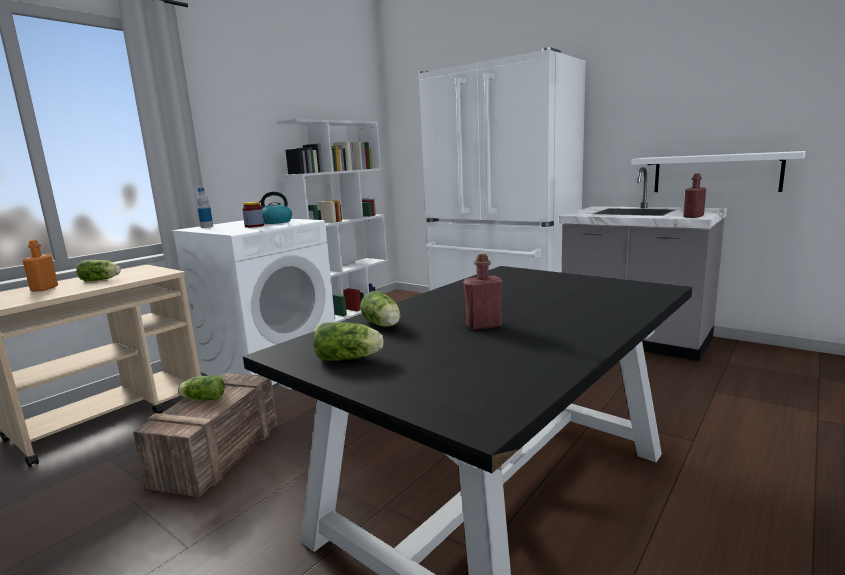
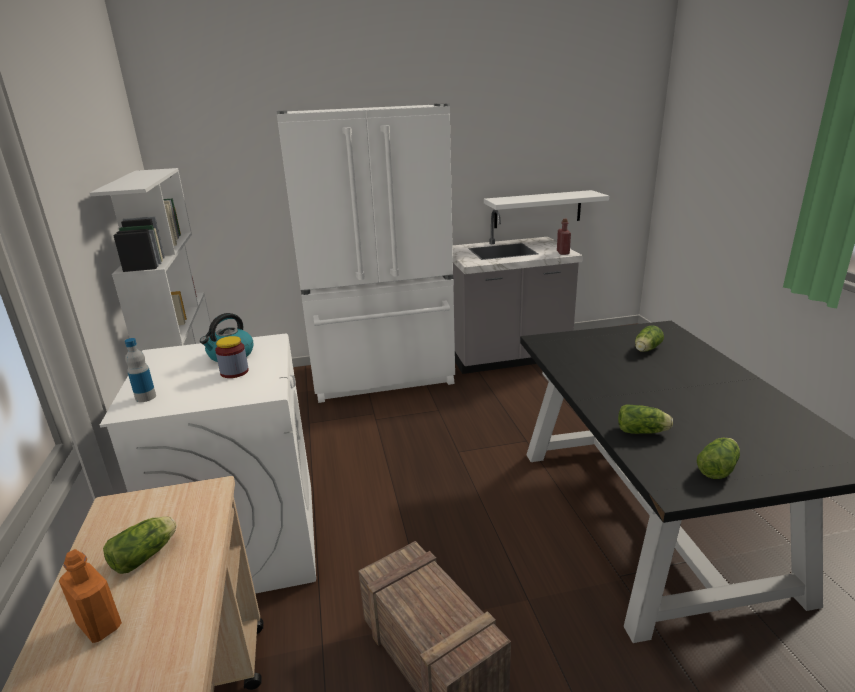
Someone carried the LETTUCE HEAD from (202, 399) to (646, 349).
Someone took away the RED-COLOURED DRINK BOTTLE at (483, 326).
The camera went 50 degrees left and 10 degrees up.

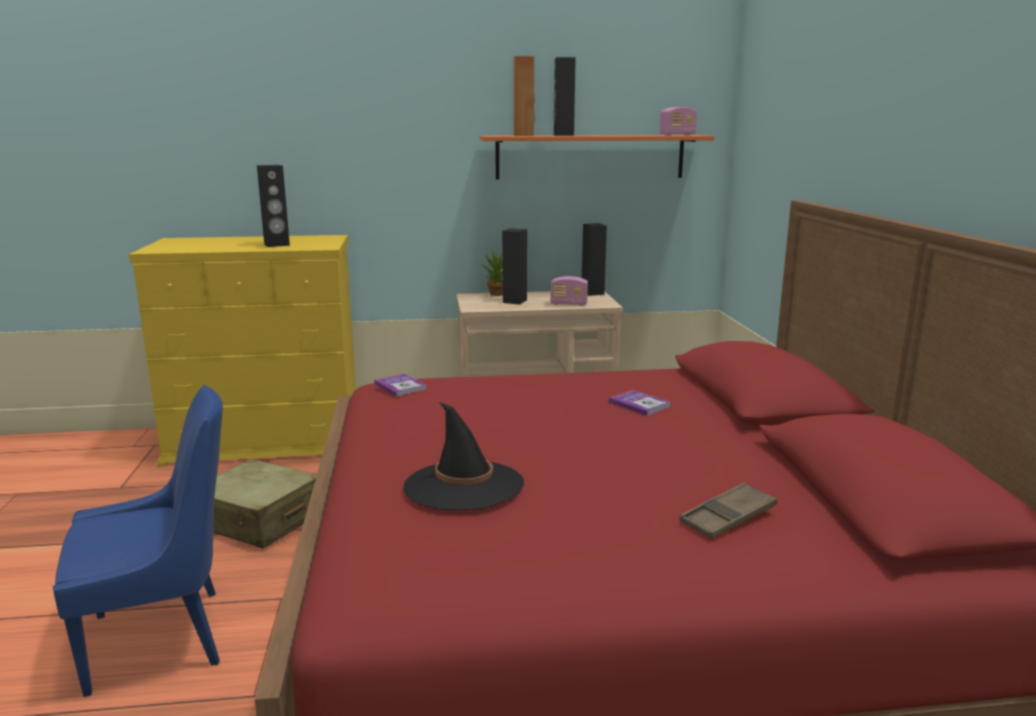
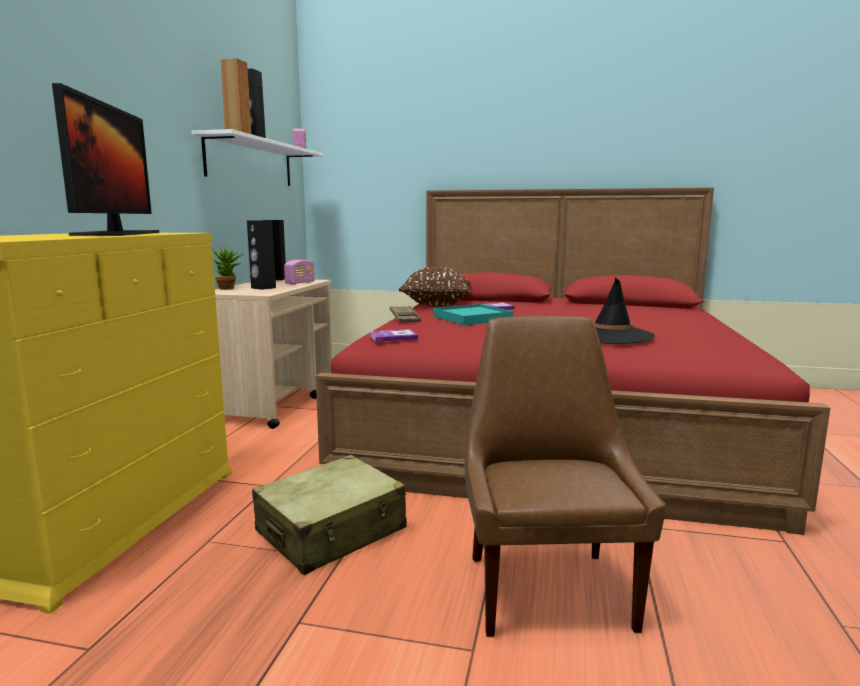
Someone swapped the BLACKISH AUDIO SPEAKER at (277, 245) for the COMPUTER SCREEN at (118, 234).
Someone repainted the ORANGE BRACKET SHELF at (590, 157), which became the WHITE BRACKET SHELF at (251, 163).
Someone carried the BROWN-COLOURED CARRYING TRAY from (728, 517) to (404, 318).
Someone put down the BROWN-COLOURED PILLOW at (436, 305).
Someone put down the TURQUOISE-COLOURED CARRYING TRAY at (472, 318).
Someone repainted the BLUISH PLAIN CHAIR at (163, 638), which became the BROWN-COLOURED PLAIN CHAIR at (546, 587).
The camera went 70 degrees left and 5 degrees down.

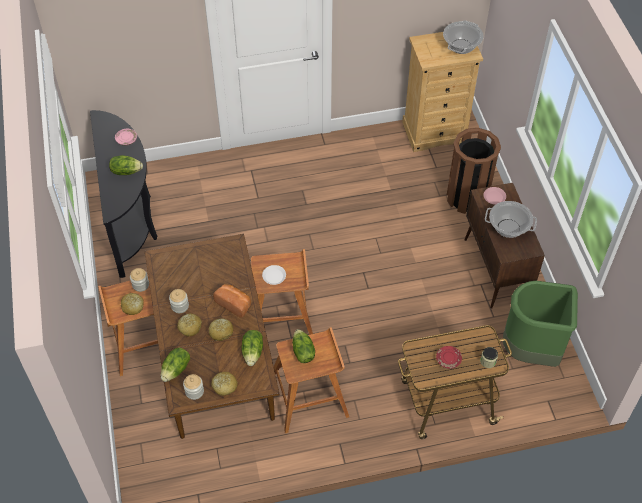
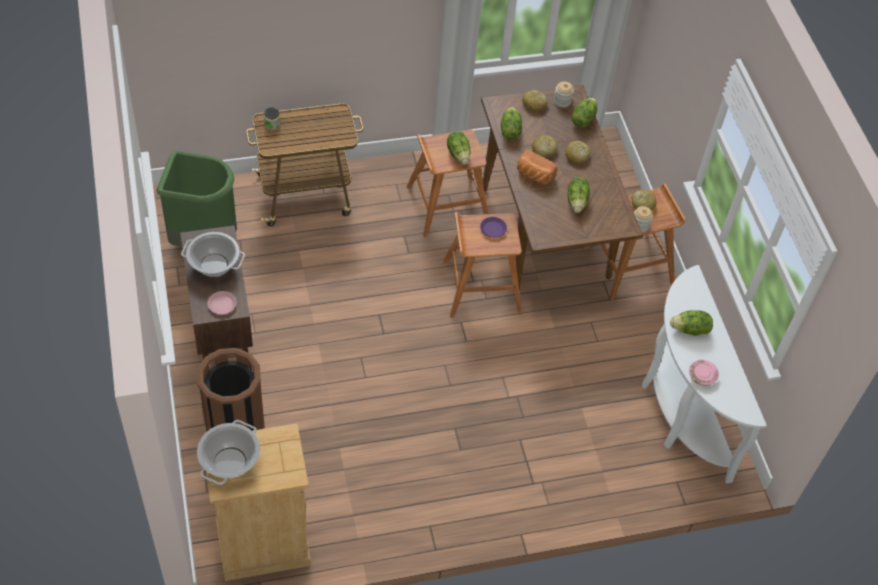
Someone repainted the WHITE PLATE at (274, 276), which became the PURPLE-COLOURED PLATE at (493, 229).
Someone put down the LETTUCE HEAD at (577, 201).
Someone repainted the BLACKISH CONSOLE TABLE at (131, 221), which became the WHITE CONSOLE TABLE at (679, 410).
Someone took away the JAR at (180, 306).
Someone took away the RED-COLOURED PLATE at (448, 360).
The camera went 175 degrees right and 0 degrees up.

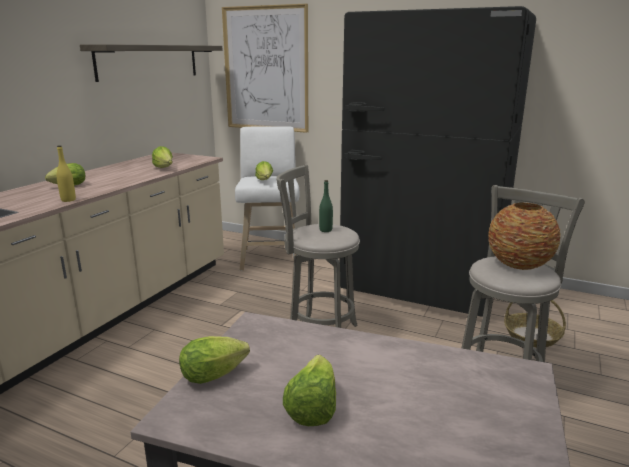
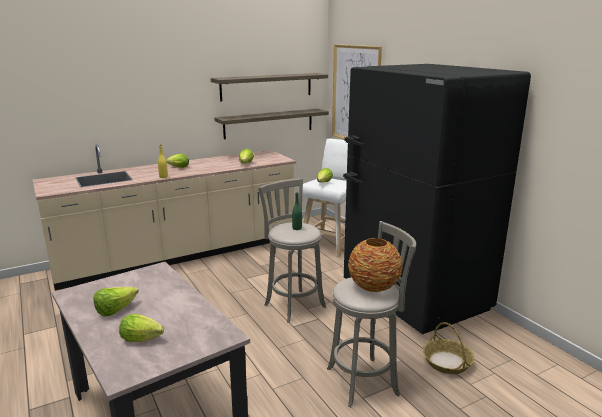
Someone carried the LETTUCE HEAD from (217, 374) to (143, 339).
Someone put up the BRACKET SHELF at (269, 123).
The camera went 35 degrees right and 0 degrees up.

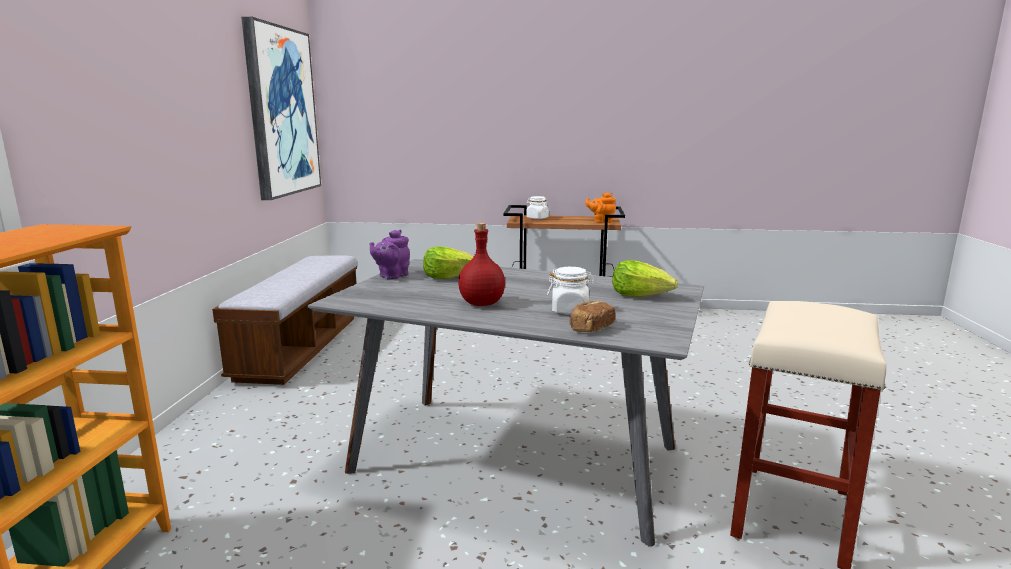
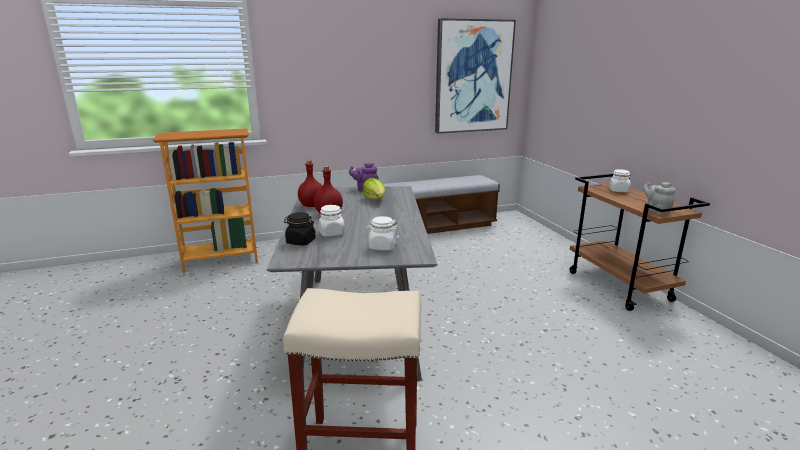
Someone swapped the BAKED BREAD at (590, 328) for the BLACKISH JAR at (300, 241).
Someone put down the RED-COLOURED DRINK BOTTLE at (311, 205).
Someone swapped the LETTUCE HEAD at (640, 296) for the WHITE JAR at (382, 246).
Someone repainted the ORANGE TEAPOT at (601, 221), which became the GRAY TEAPOT at (656, 210).
The camera went 65 degrees right and 5 degrees up.

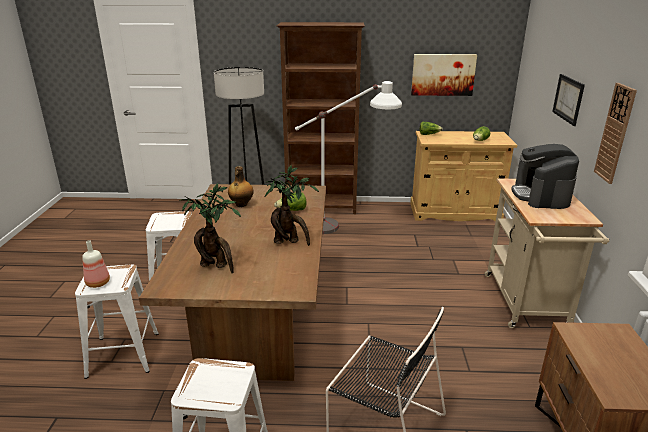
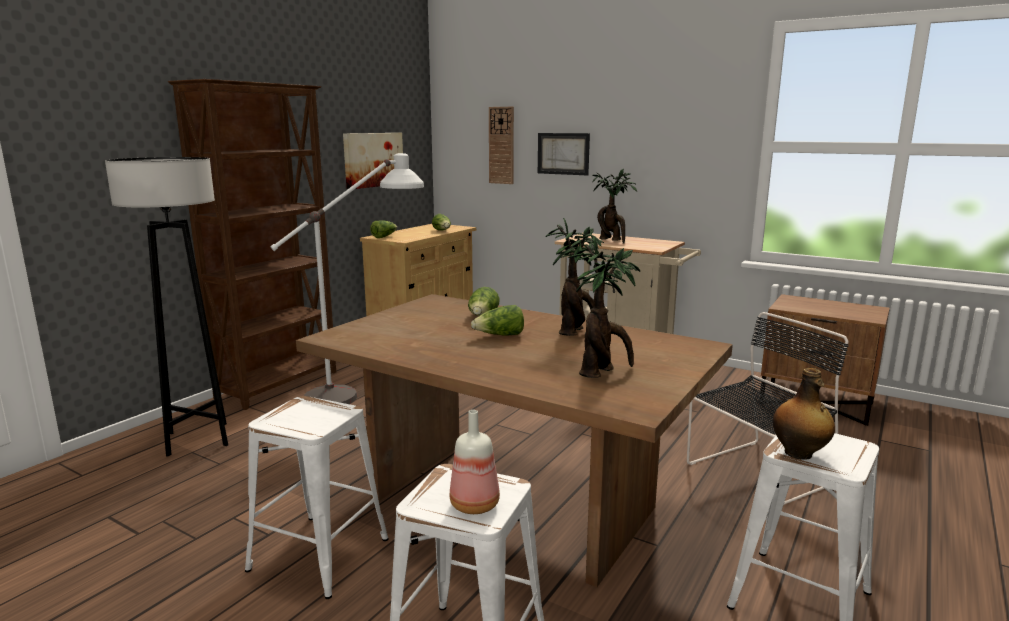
Someone put down the LETTUCE HEAD at (500, 336).
Someone carried the HANGING CLOCK from (615, 133) to (501, 145).
Someone swapped the COFFEE MACHINE at (541, 195) for the POTTED PLANT at (612, 240).
Someone carried the DRINK BOTTLE from (241, 205) to (799, 454).
The camera went 60 degrees left and 10 degrees down.

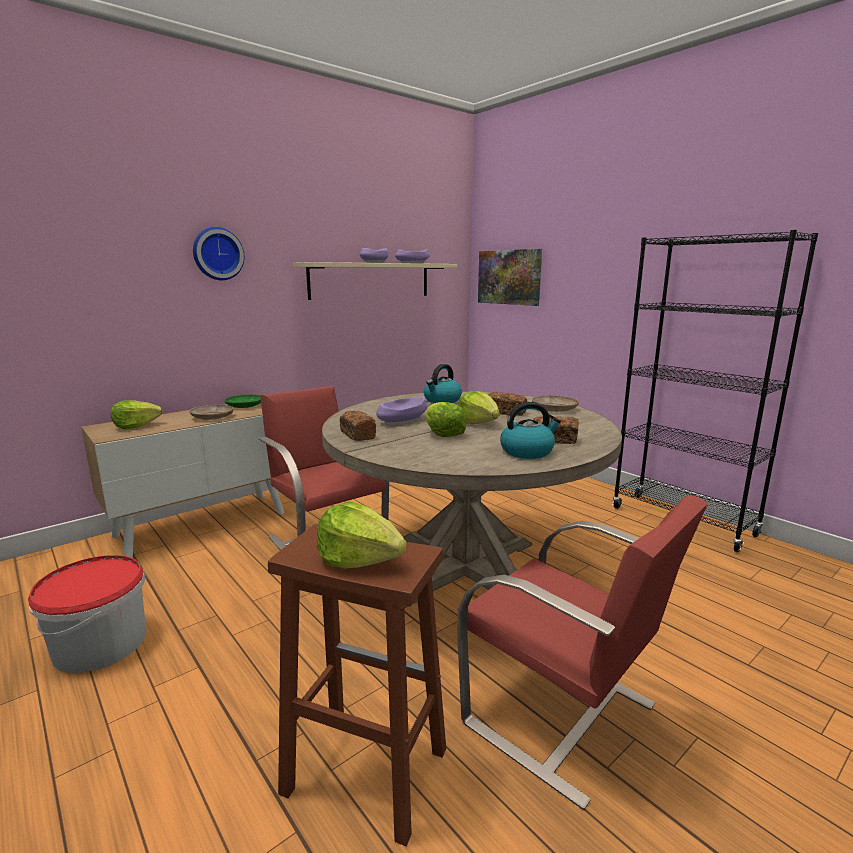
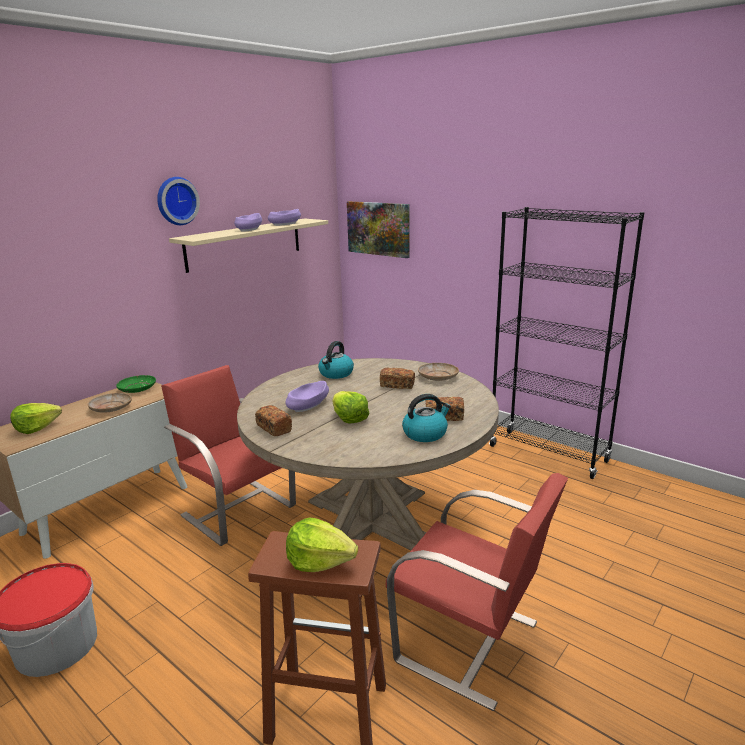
Someone carried the HANGING CLOCK from (217, 254) to (176, 201).
Someone took away the LETTUCE HEAD at (478, 422).
The camera went 10 degrees left and 5 degrees up.

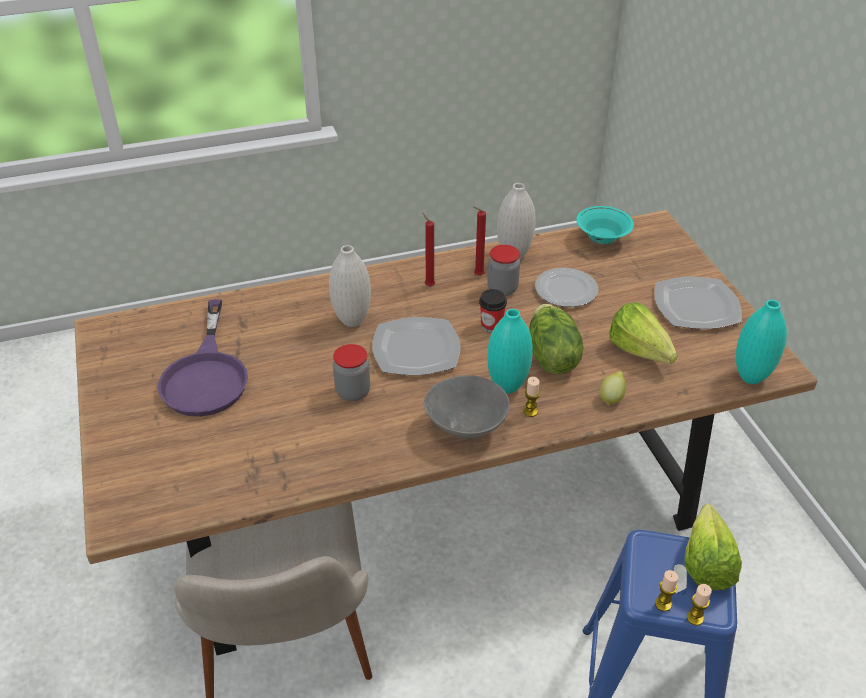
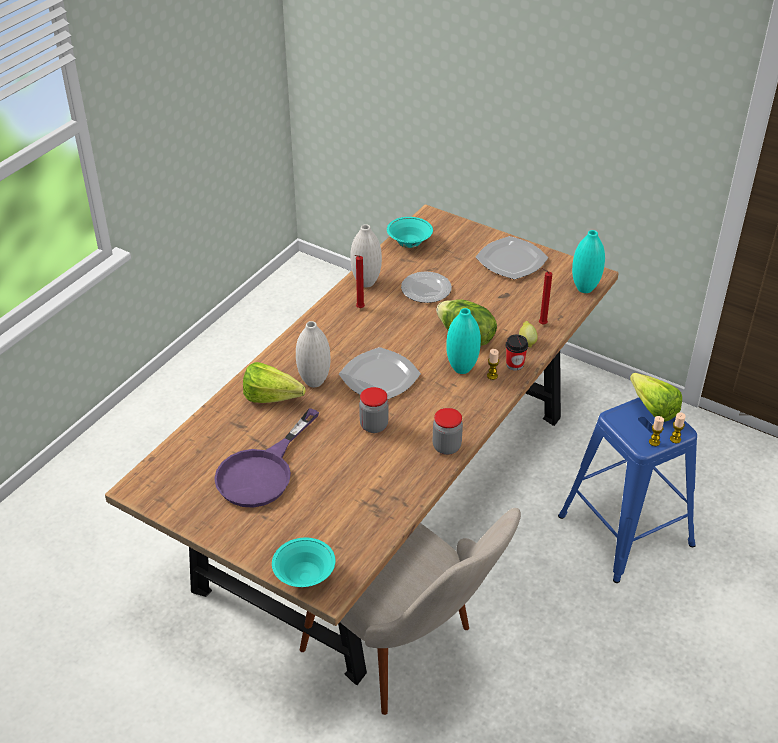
Someone rotated the PURPLE-COLOURED SKILLET at (206, 375) by 75 degrees clockwise.
Someone carried the LETTUCE HEAD from (642, 355) to (276, 399).
Someone put down the TURQUOISE-COLOURED BOWL at (305, 577).
Someone carried the JAR from (502, 289) to (446, 447).
Someone carried the SMALL CUP from (491, 326) to (514, 364).
Someone carried the RED-COLOURED CANDLE from (428, 285) to (541, 324).
Someone took away the GRAY BOWL at (465, 426).
The camera went 40 degrees left and 0 degrees up.

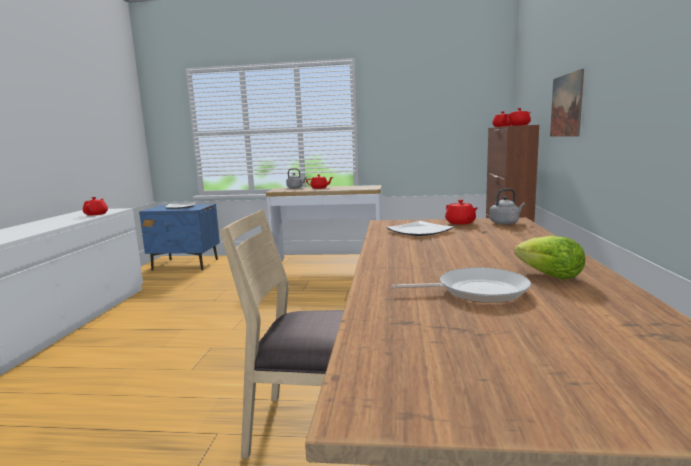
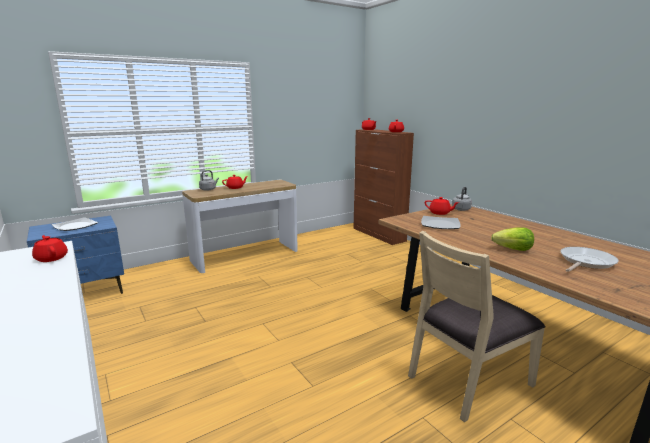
Someone carried the LETTUCE HEAD from (549, 276) to (513, 250).
Someone took away the PICTURE at (566, 105).
The camera went 40 degrees left and 5 degrees up.

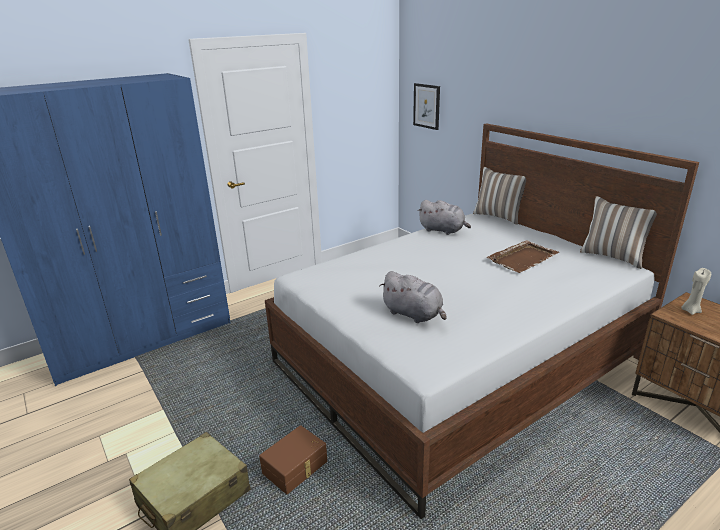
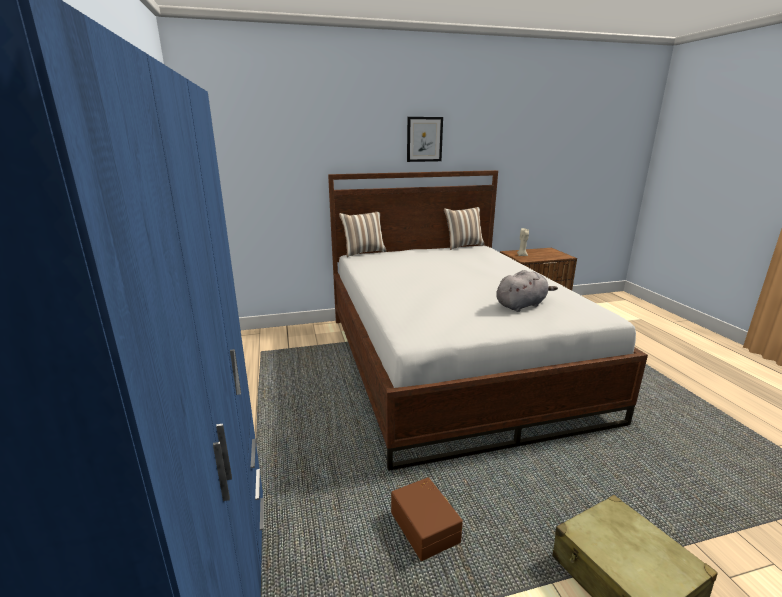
Someone carried the BROWN-COLOURED STORAGE CONTAINER from (296, 468) to (426, 526).
Someone carried the PICTURE from (426, 106) to (424, 139).
Someone took away the GRAY PLUSH TOY at (443, 230).
Someone took away the BROWN-COLOURED CARRYING TRAY at (523, 258).
The camera went 70 degrees left and 5 degrees down.

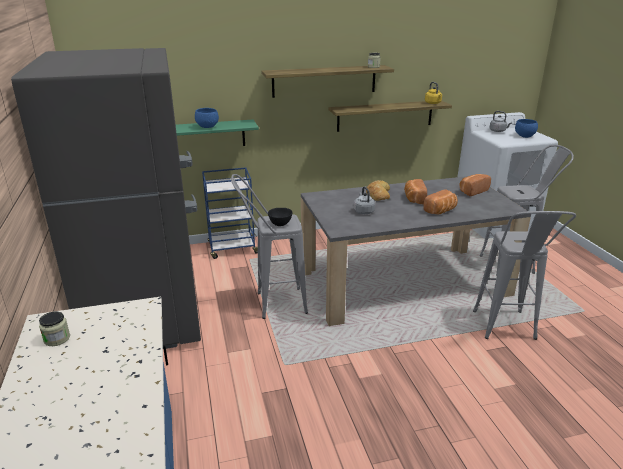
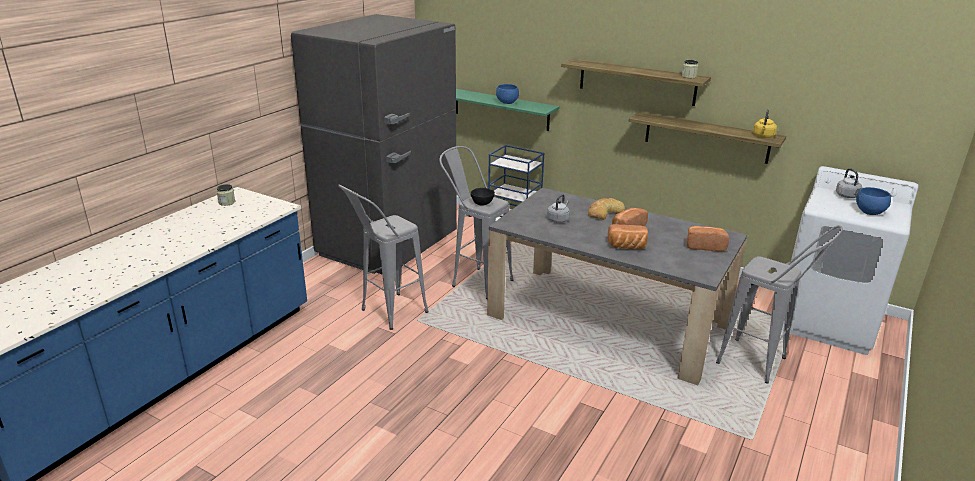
Someone carried the GRAY SITTING STOOL from (506, 331) to (386, 315).
The camera went 45 degrees right and 0 degrees up.

